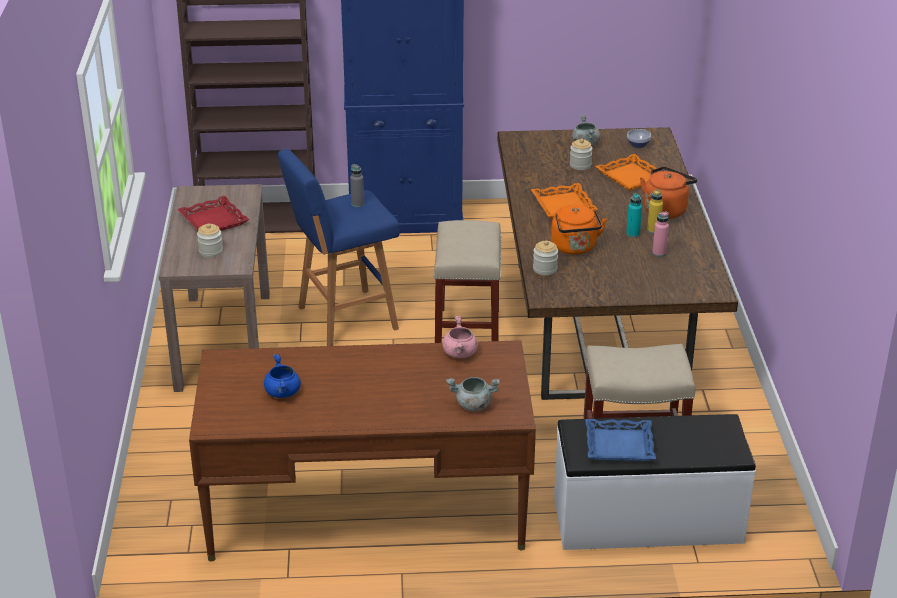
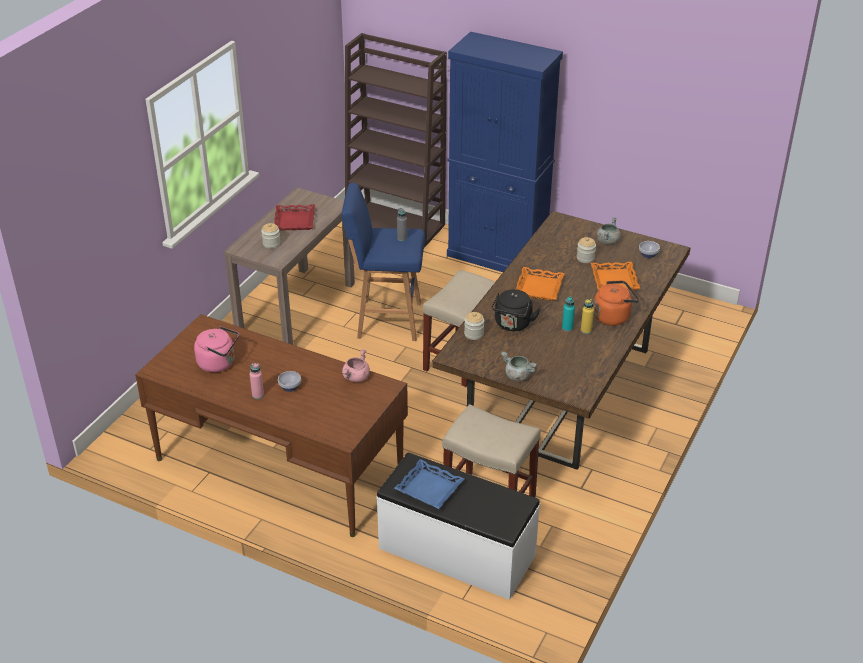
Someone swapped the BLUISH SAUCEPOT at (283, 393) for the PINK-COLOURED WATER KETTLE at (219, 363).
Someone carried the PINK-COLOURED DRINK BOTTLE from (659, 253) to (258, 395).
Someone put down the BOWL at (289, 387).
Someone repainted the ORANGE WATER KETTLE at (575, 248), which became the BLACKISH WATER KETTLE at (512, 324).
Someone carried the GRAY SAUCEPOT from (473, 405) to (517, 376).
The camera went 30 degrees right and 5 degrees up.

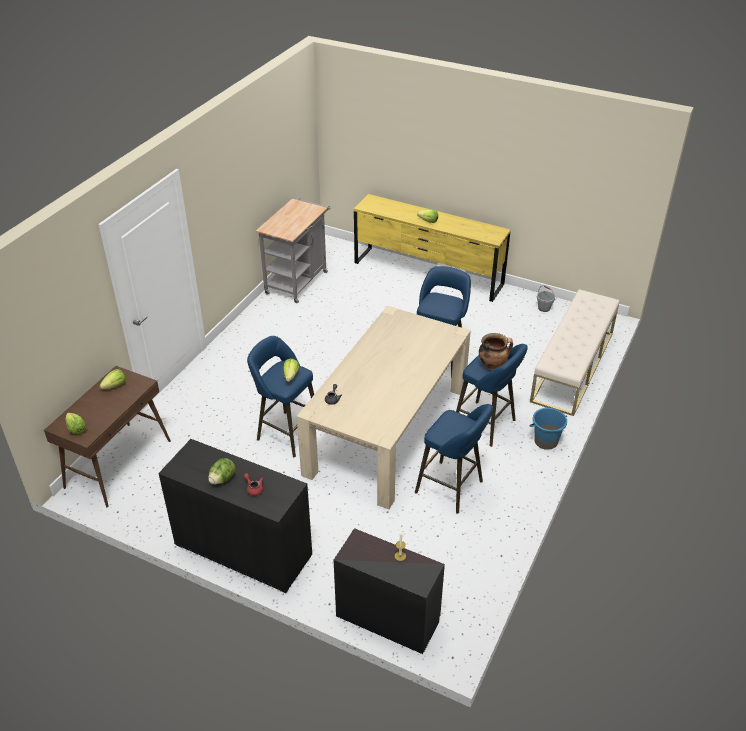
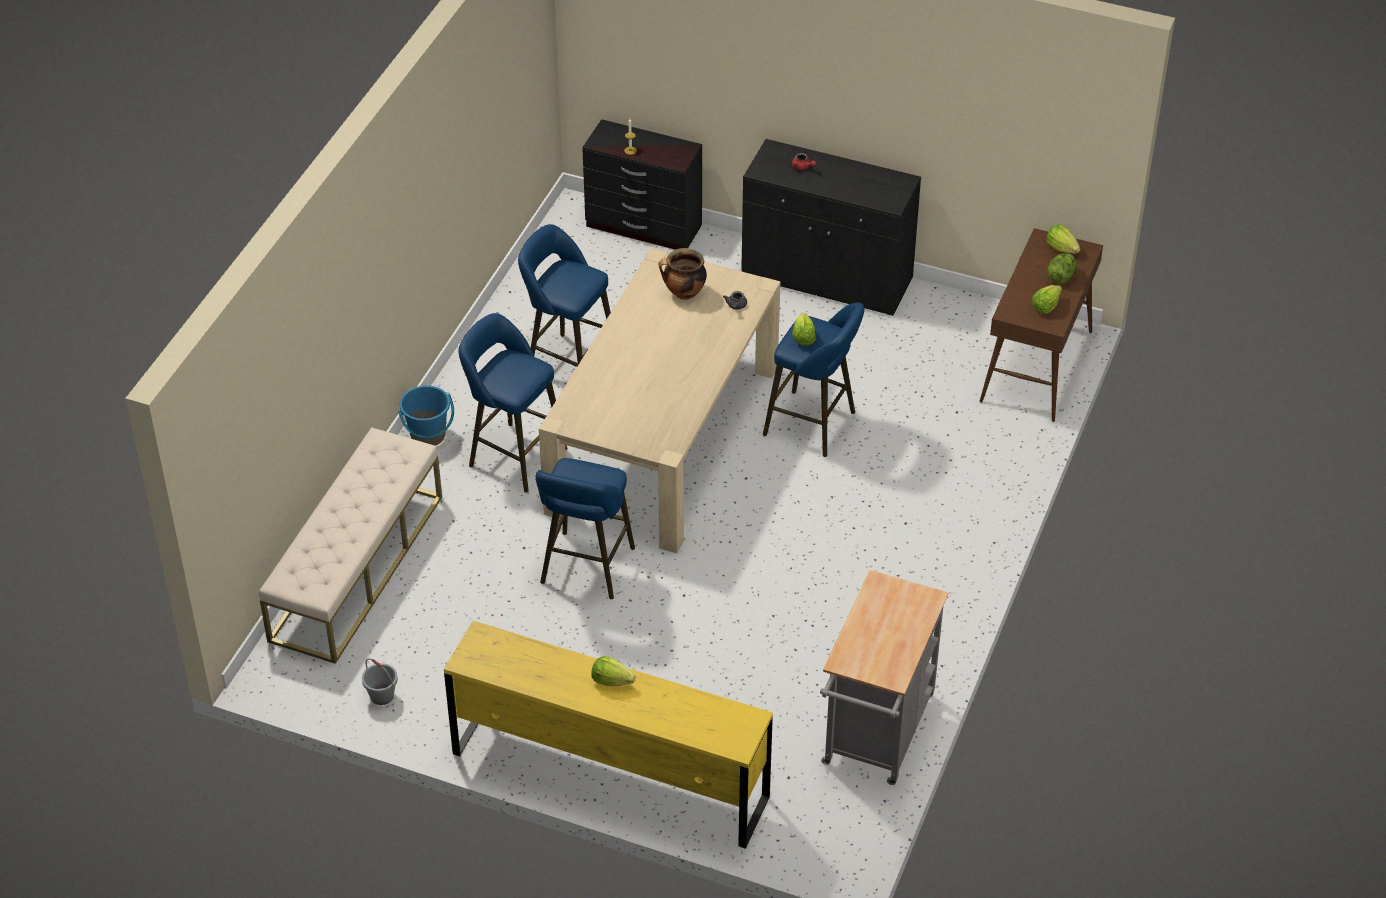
Someone carried the SAUCEPOT from (493, 365) to (683, 293).
Someone carried the LETTUCE HEAD from (222, 479) to (1061, 277).
The camera went 175 degrees right and 5 degrees up.

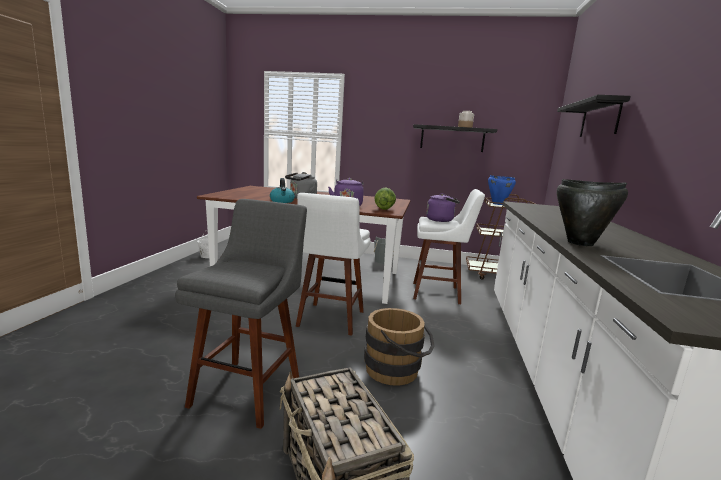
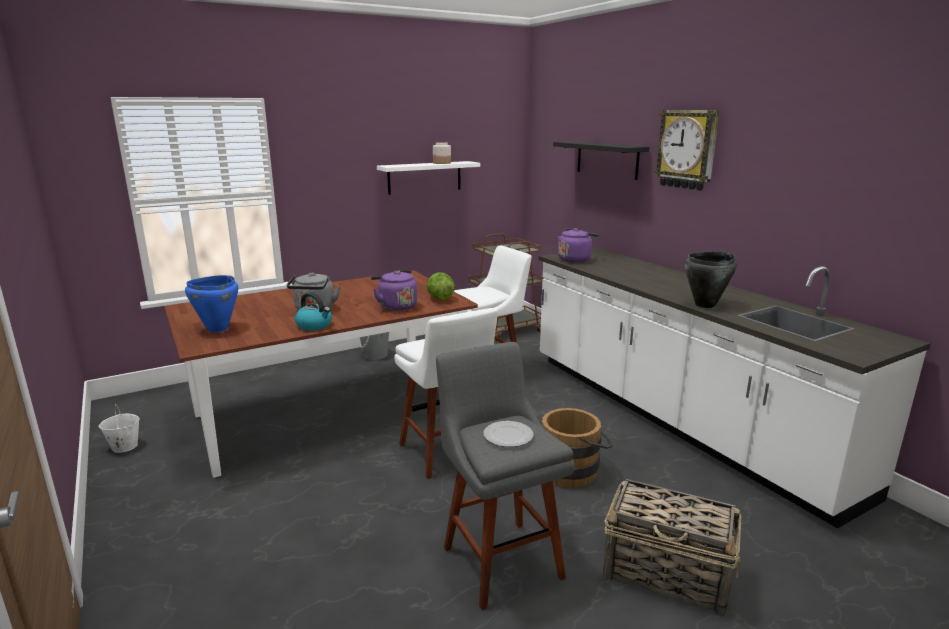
Someone carried the BLUISH SAUCEPOT from (497, 204) to (217, 329).
Someone repainted the BLACKISH BRACKET SHELF at (452, 138), which became the WHITE BRACKET SHELF at (424, 177).
Someone put down the PLATE at (508, 436).
Someone carried the PURPLE-COLOURED WATER KETTLE from (441, 220) to (575, 259).
Someone put up the HANGING CLOCK at (687, 149).
The camera went 40 degrees left and 5 degrees up.

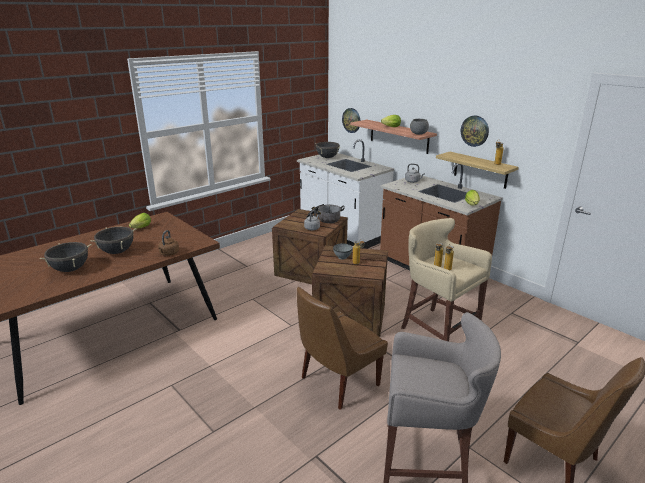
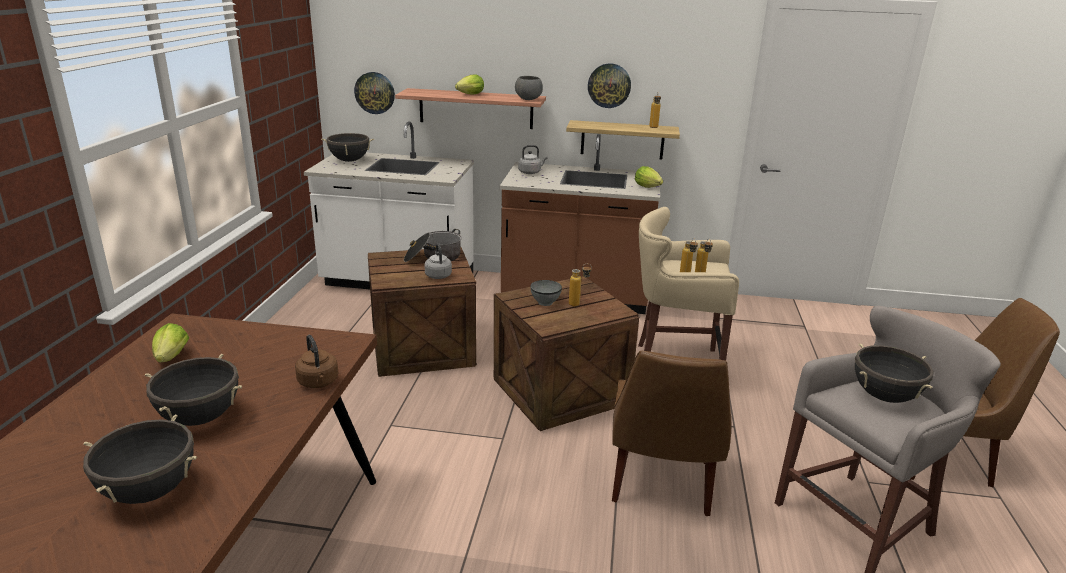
Someone put down the BLACKISH SAUCEPOT at (884, 396).
The camera went 40 degrees left and 0 degrees up.

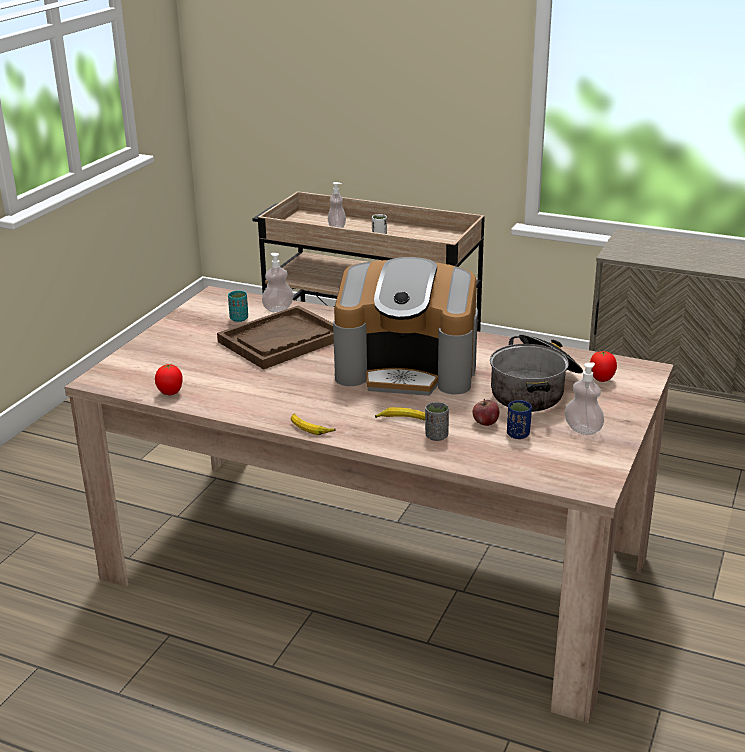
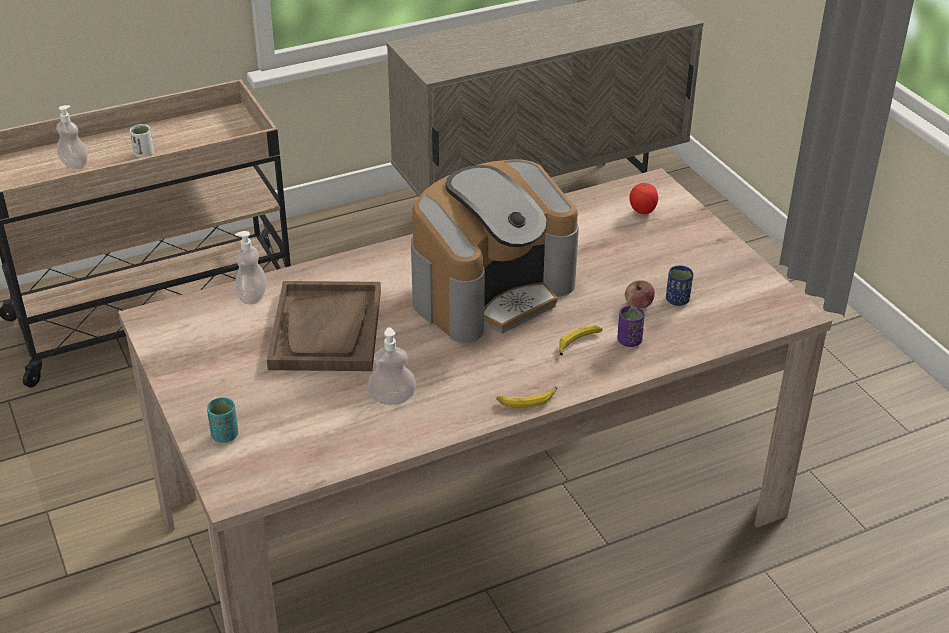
Someone carried the TURQUOISE-COLOURED SMALL CUP from (239, 319) to (225, 435).
Someone carried the LIQUID SOAP BOTTLE from (583, 429) to (392, 398).
Someone repainted the GRAY SMALL CUP at (436, 436), which became the PURPLE-COLOURED SMALL CUP at (629, 341).
Someone took away the TOMATO at (170, 393).
Someone took away the SAUCEPOT at (535, 390).
The camera went 50 degrees left and 10 degrees up.

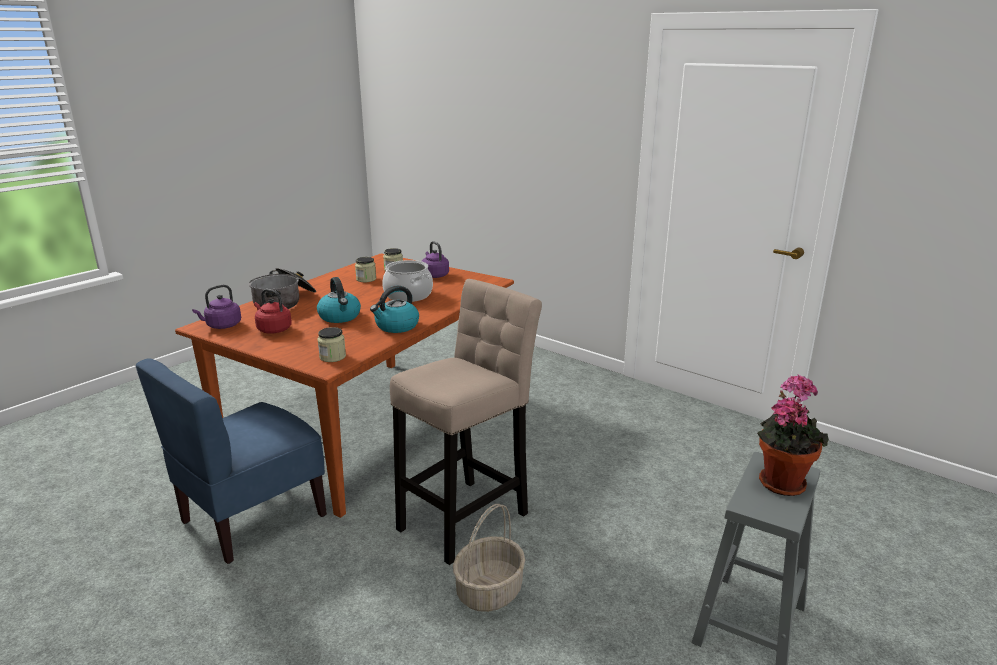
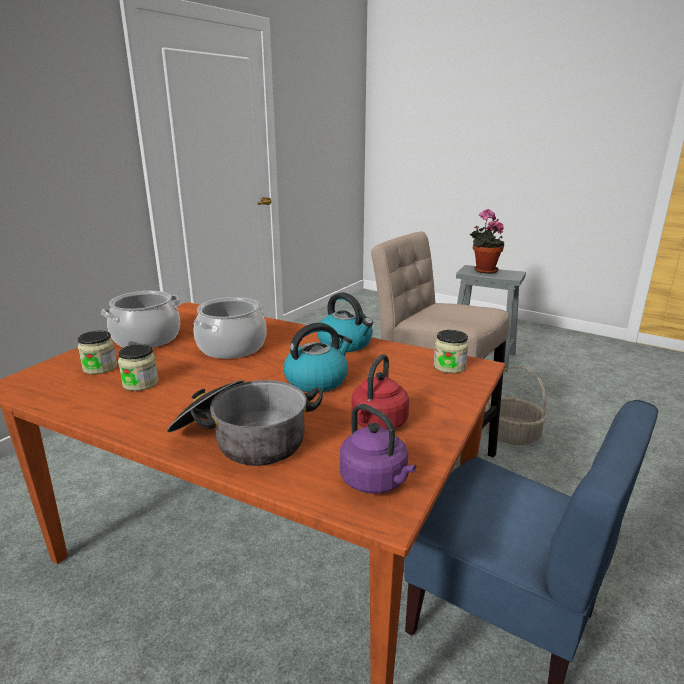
Someone swapped the PURPLE-COLOURED WATER KETTLE at (434, 275) for the SAUCEPOT at (147, 339).
The camera went 95 degrees left and 0 degrees up.

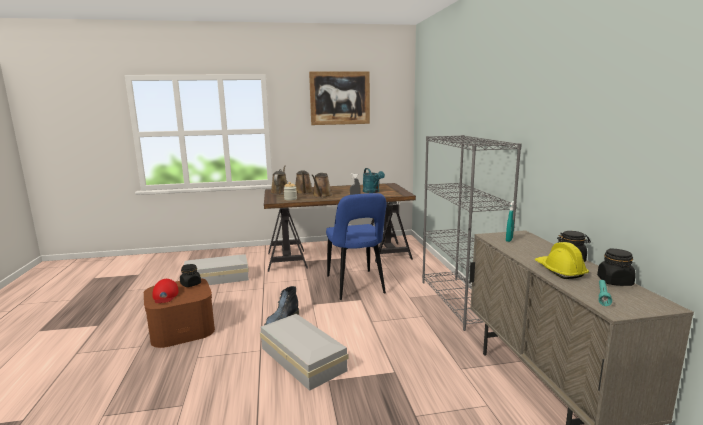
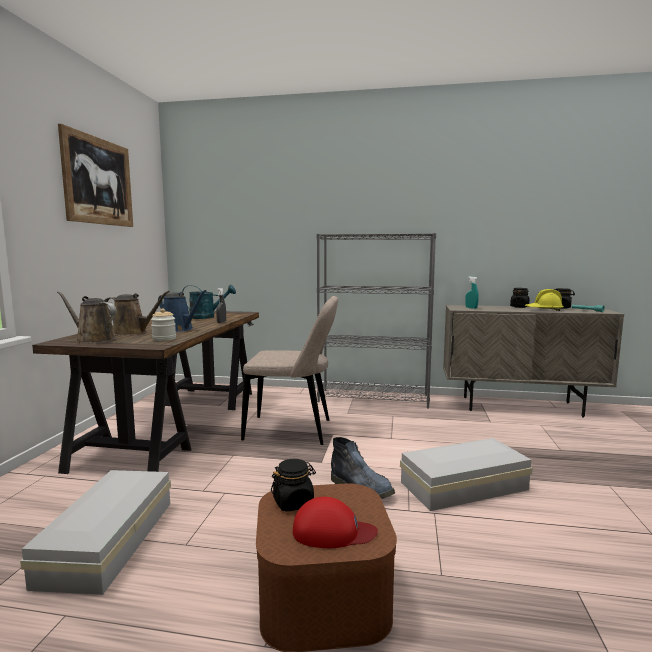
Someone repainted the BROWN-COLOURED SPRINKLING CAN at (321, 196), which became the BLUISH SPRINKLING CAN at (179, 329).
Someone repainted the BLUISH PLAIN CHAIR at (356, 286), which became the SAND-COLOURED PLAIN CHAIR at (292, 430).
The camera went 70 degrees left and 5 degrees down.

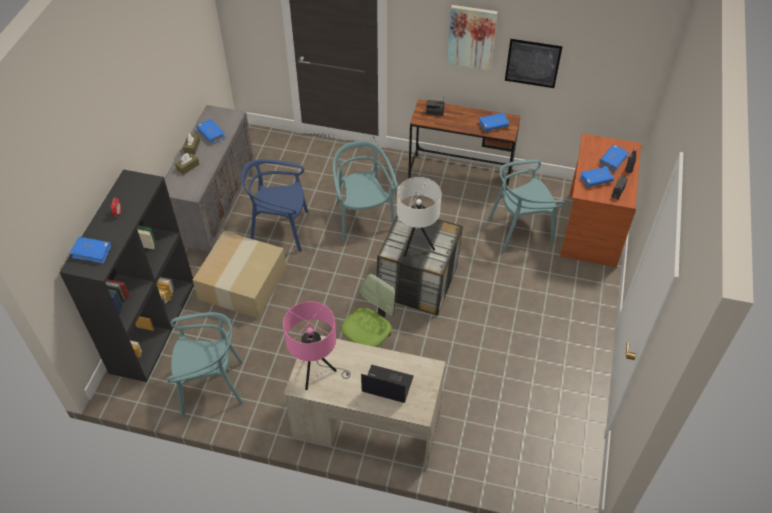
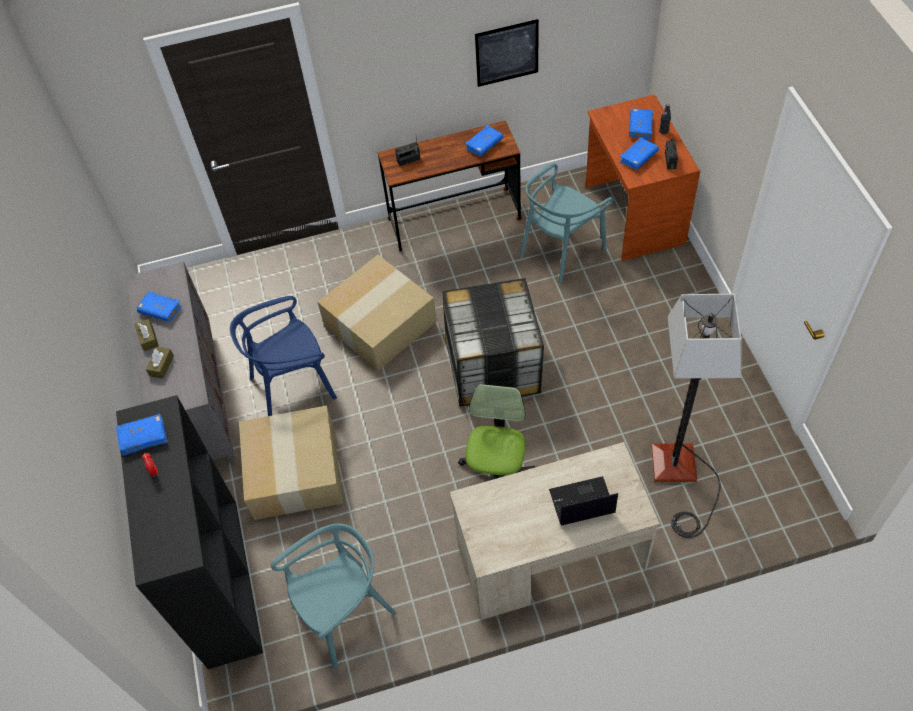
Someone carried the BLUISH BOUND BOOK from (92, 252) to (143, 437).
Someone swapped the TURQUOISE-COLOURED PLAIN CHAIR at (363, 217) for the CARDBOARD BOX at (380, 321).
Someone put down the STANDARD LAMP at (679, 477).
Someone took away the PINK-COLOURED TABLETOP LAMP at (317, 373).
Someone took away the WHITE TABLETOP LAMP at (416, 245).
Someone took away the PICTURE at (471, 37).
The camera went 25 degrees left and 5 degrees up.

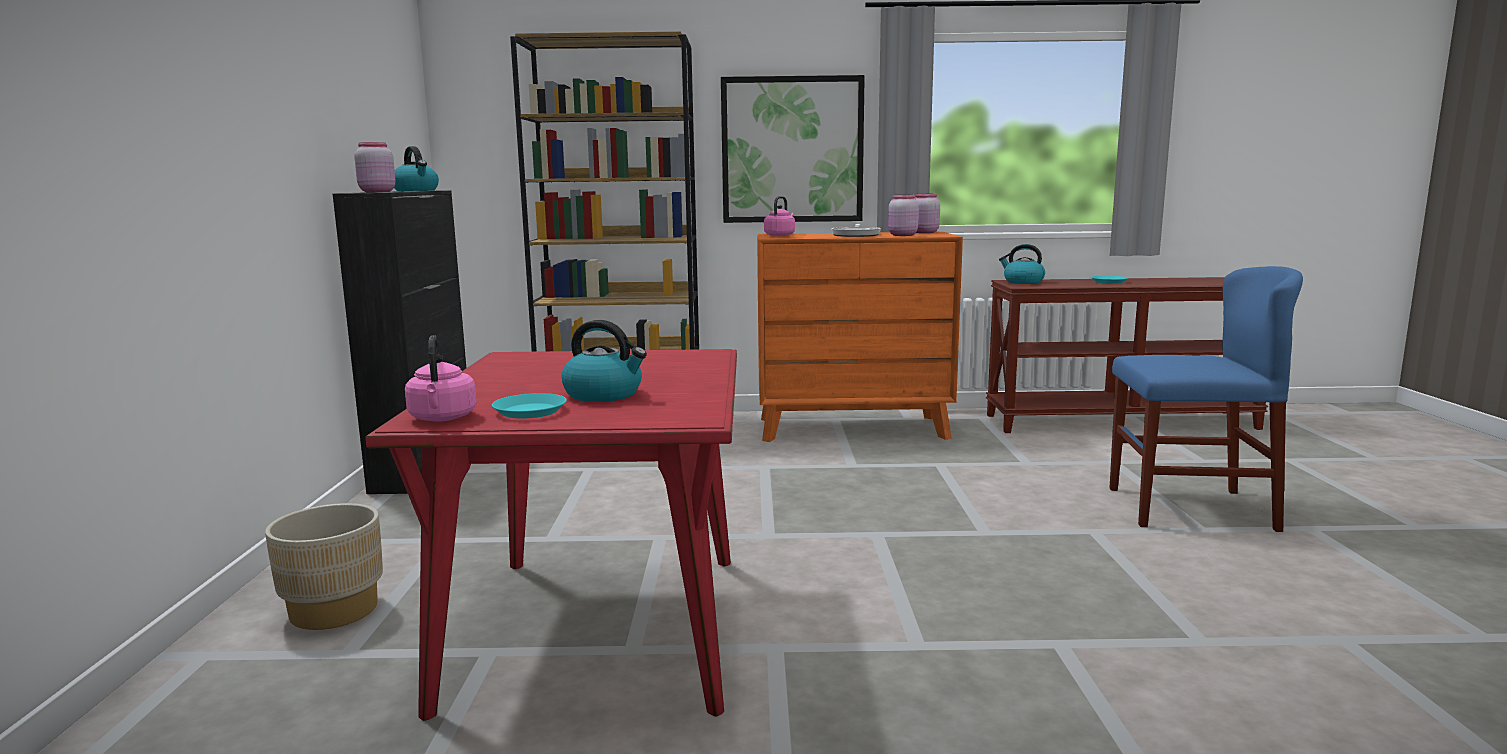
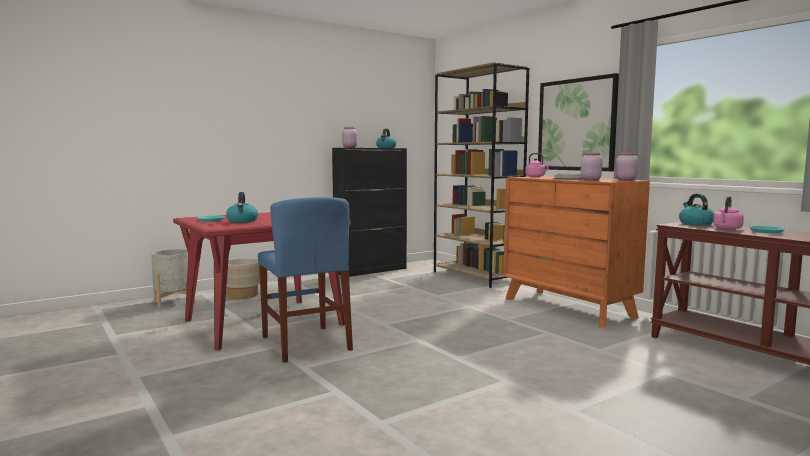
Someone put down the GRAY PLANT POT at (174, 301).
Someone carried the BLUISH PLAIN CHAIR from (1189, 508) to (305, 343).
Someone carried the PINK-COLOURED WATER KETTLE from (442, 418) to (727, 229).
The camera went 55 degrees right and 5 degrees down.

